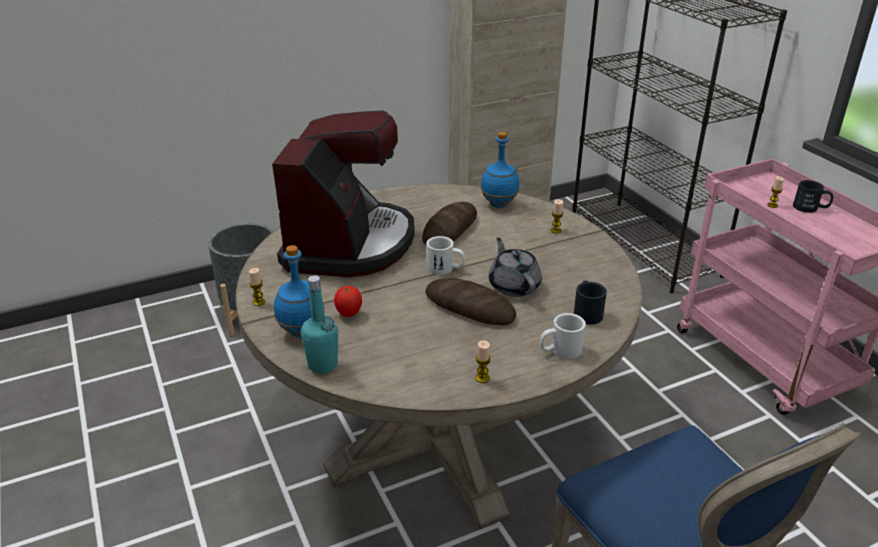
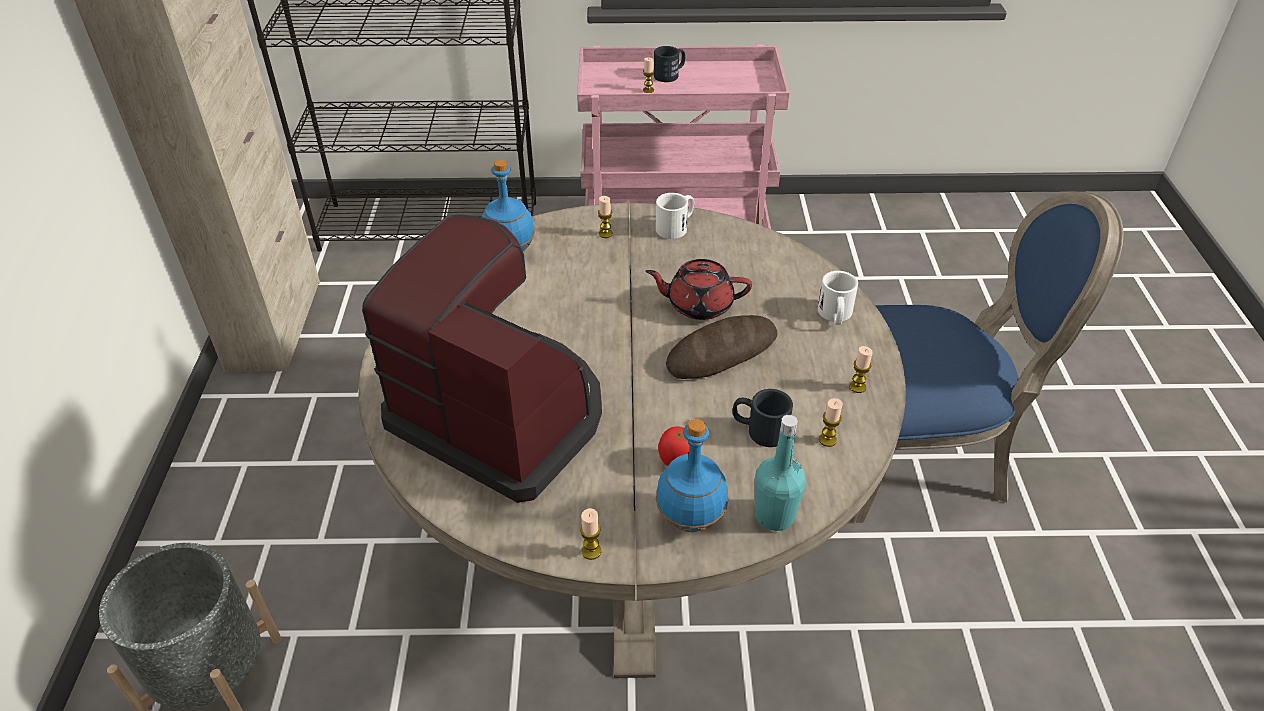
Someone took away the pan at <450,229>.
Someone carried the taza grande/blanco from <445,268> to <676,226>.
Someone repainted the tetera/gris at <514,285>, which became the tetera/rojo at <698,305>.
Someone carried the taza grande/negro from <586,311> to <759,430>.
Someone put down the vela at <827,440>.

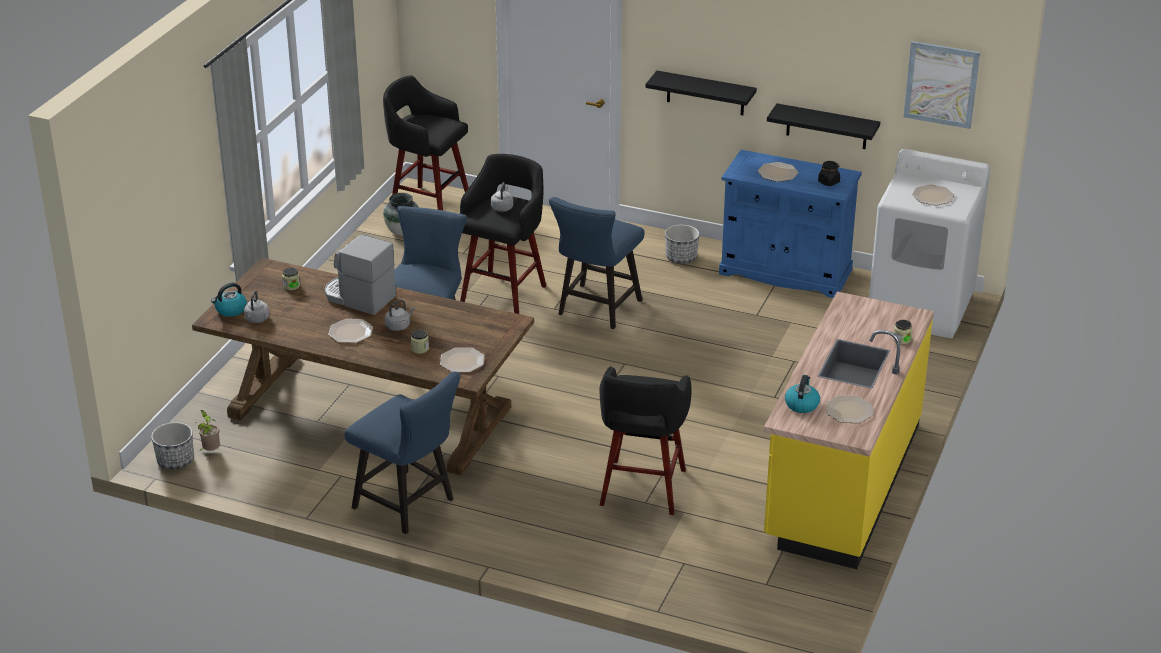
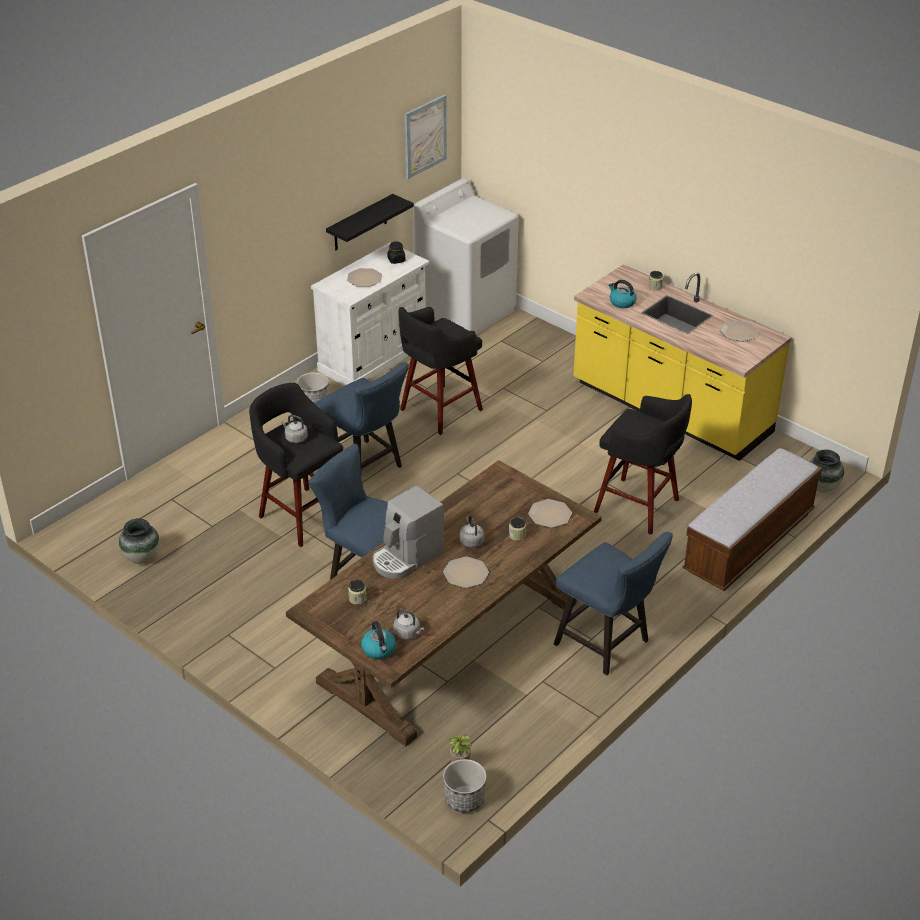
Someone took away the estante/negro at <705,93>.
Someone carried the taburete/negro from <428,205> to <439,411>.
Someone repainted the armario/azul at <785,272>, which became the armario/blanco at <374,358>.
Someone took away the plato at <933,196>.
Someone rotated the silla/azul at <409,506> by 75 degrees clockwise.
Someone carried the hervidor from <801,404> to <622,302>.
Someone put down the banco at <748,542>.
Someone put down the florero at <821,487>.

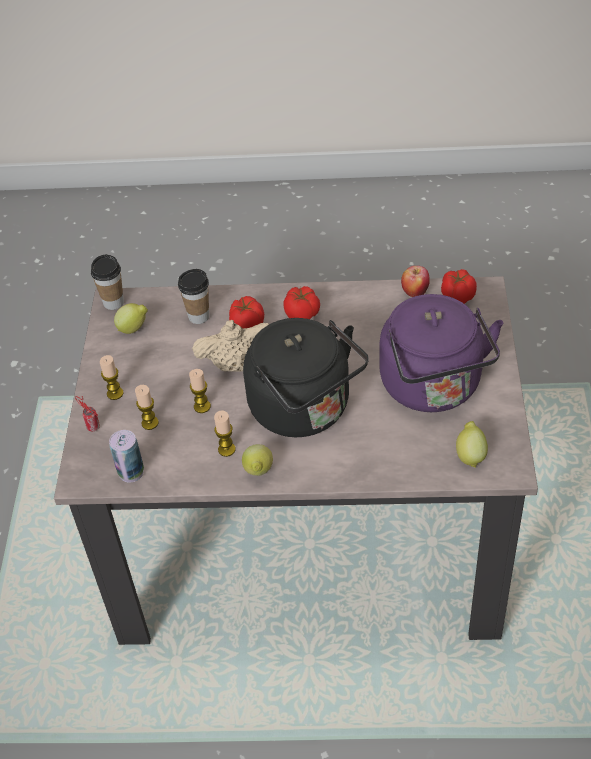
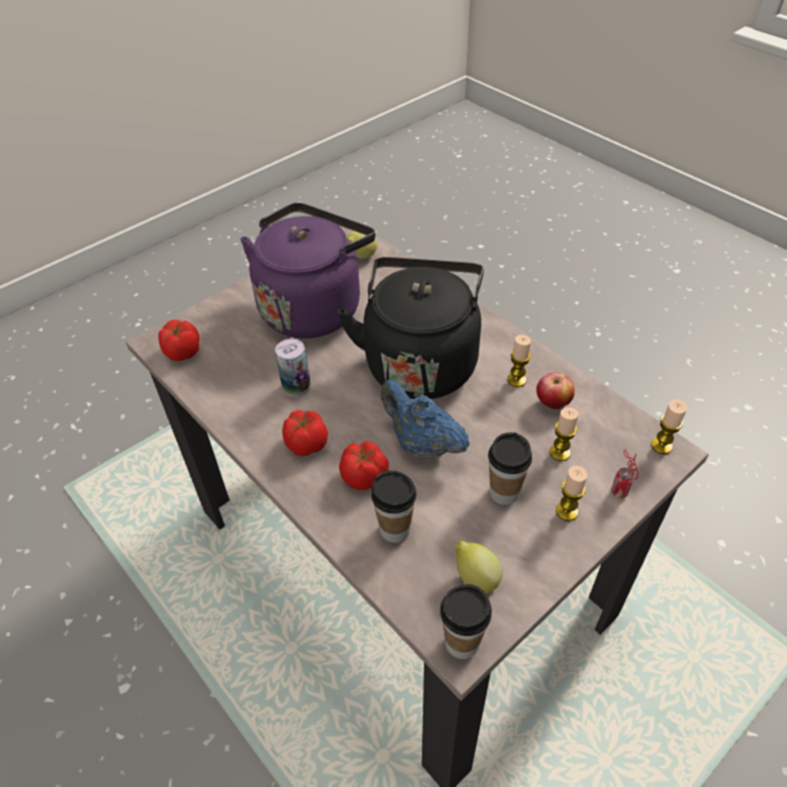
Someone carried the manzana from <415,292> to <552,404>.
Someone repainted the tetera/beis at <237,364>, which became the tetera/azul at <422,444>.
Someone carried the vela from <202,406> to <661,446>.
Someone carried the lata from <131,472> to <296,387>.
Someone took away the limón at <258,472>.
Someone put down the taza at <504,493>.

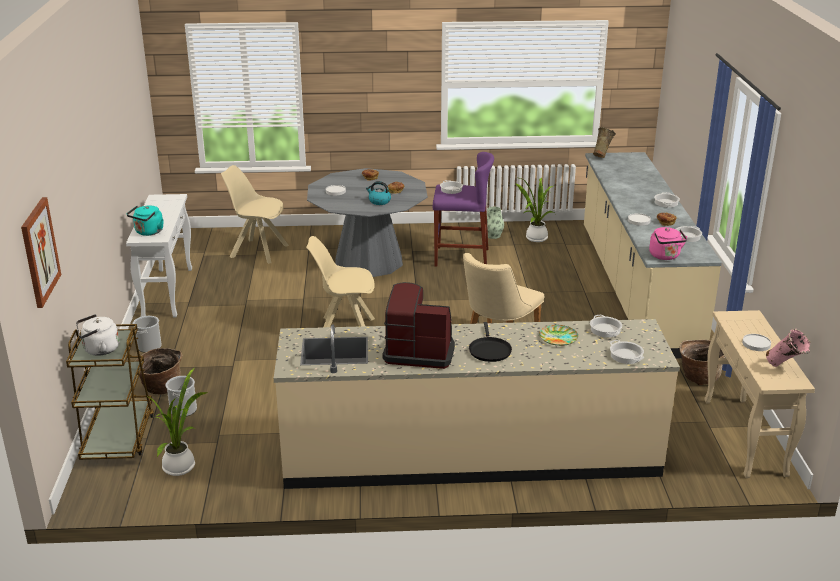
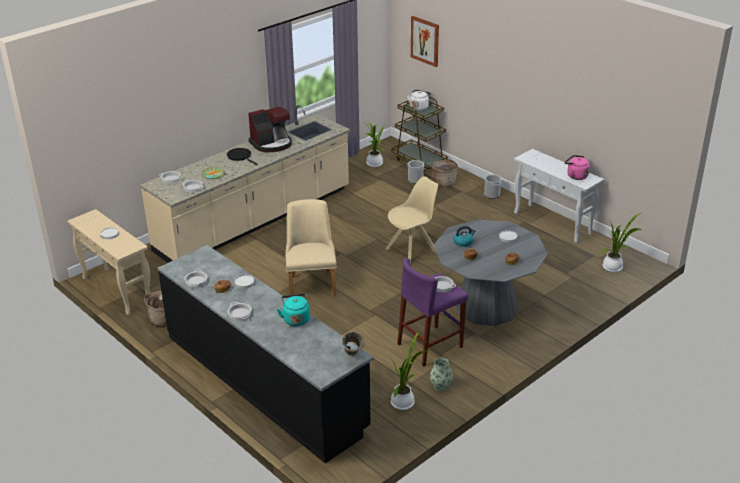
Someone repainted the mueble bajo de cocina/beis at <635,288>, which became the mueble bajo de cocina/negro at <264,381>.
Someone took away the silla/beis at <258,251>.
Someone carried the hervidor/turquesa from <148,232> to <296,319>.
Someone carried the hervidor/rosa from <665,256> to <575,176>.
Someone took away the florero/rosa at <785,368>.
Someone put down the planta en maceta at <614,267>.

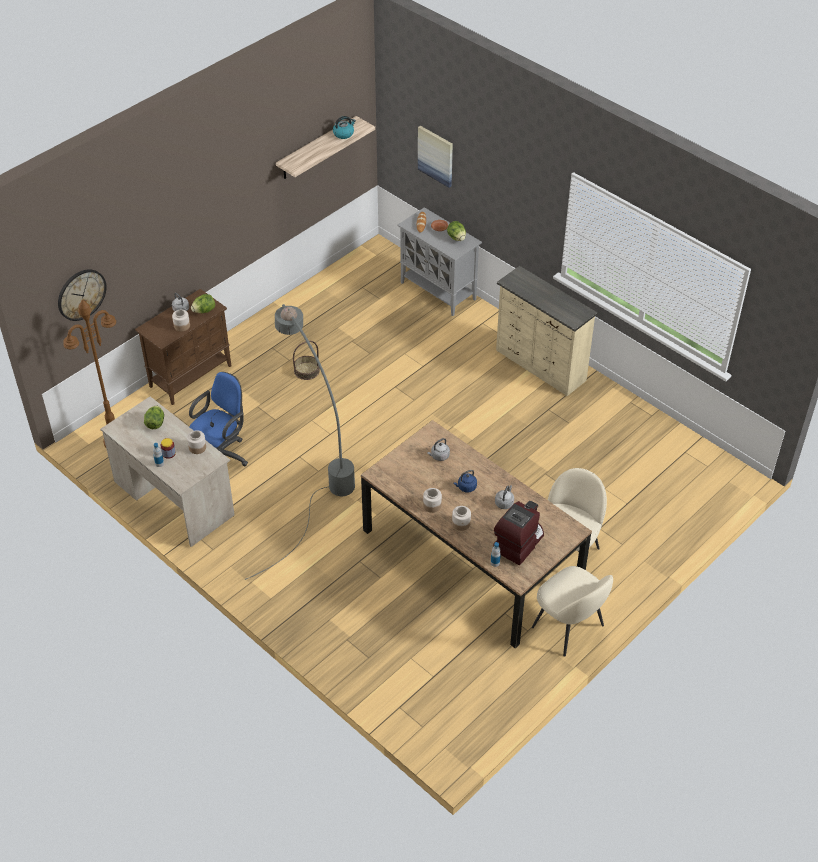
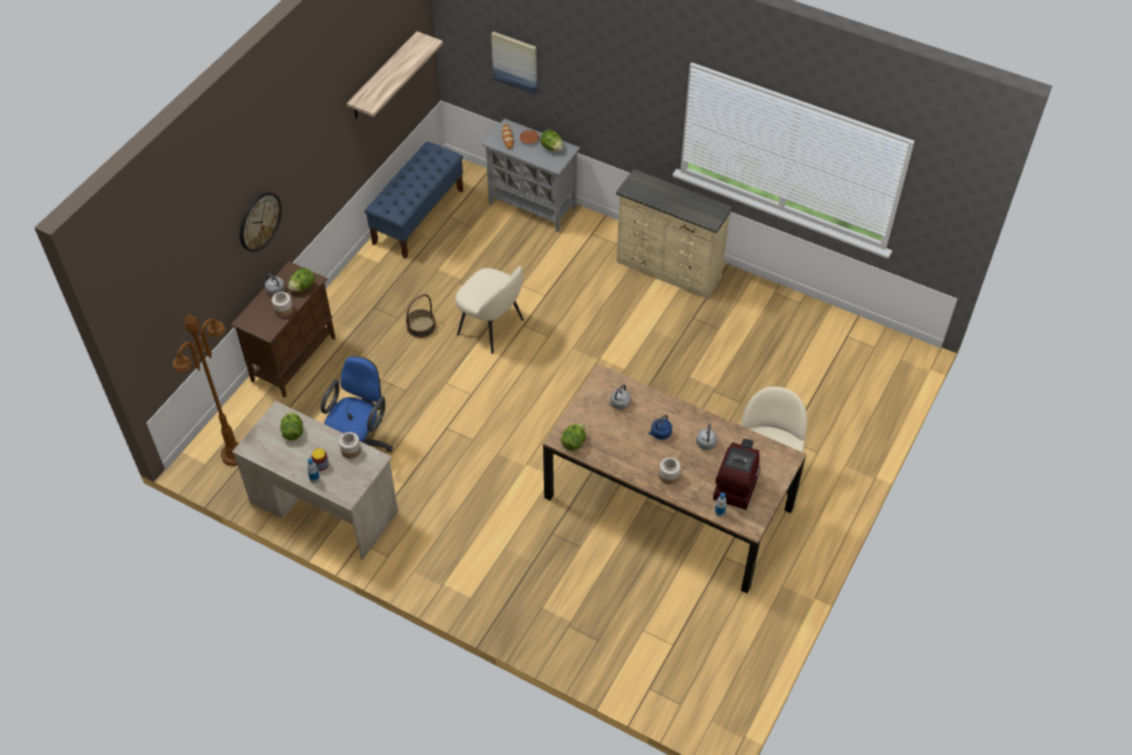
Someone took away the hervidor at <344,134>.
Someone carried the reloj de pared from <81,294> to <259,221>.
Someone took away the lámpara de pie/gris at <314,472>.
Someone took away the tarro at <432,505>.
Someone carried the silla/beis from <569,627> to <492,328>.
Someone put down the banco/azul at <418,216>.
Someone put down the lechuga at <573,443>.

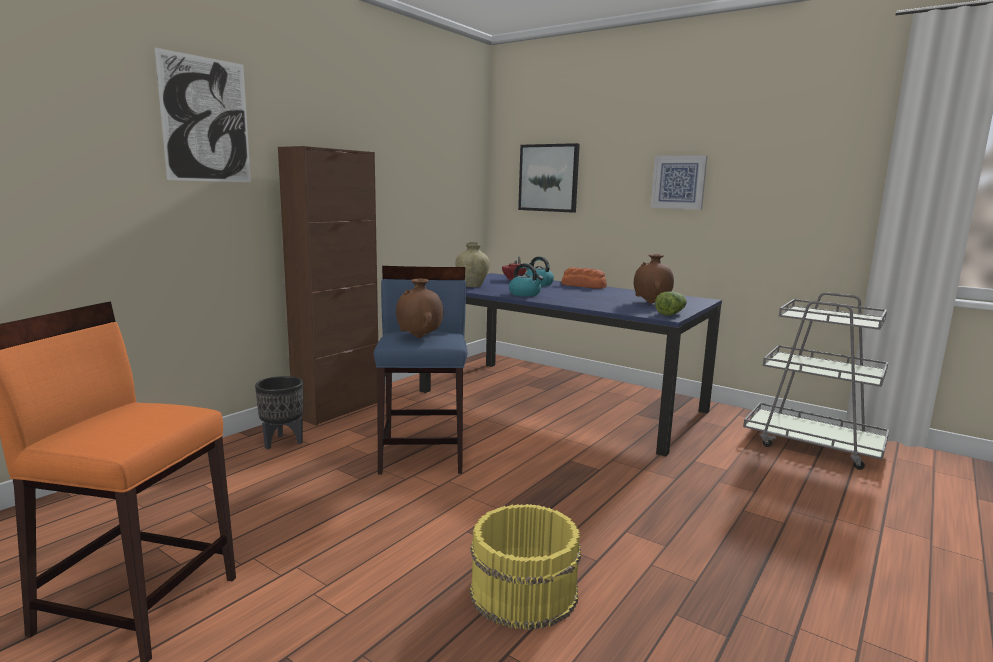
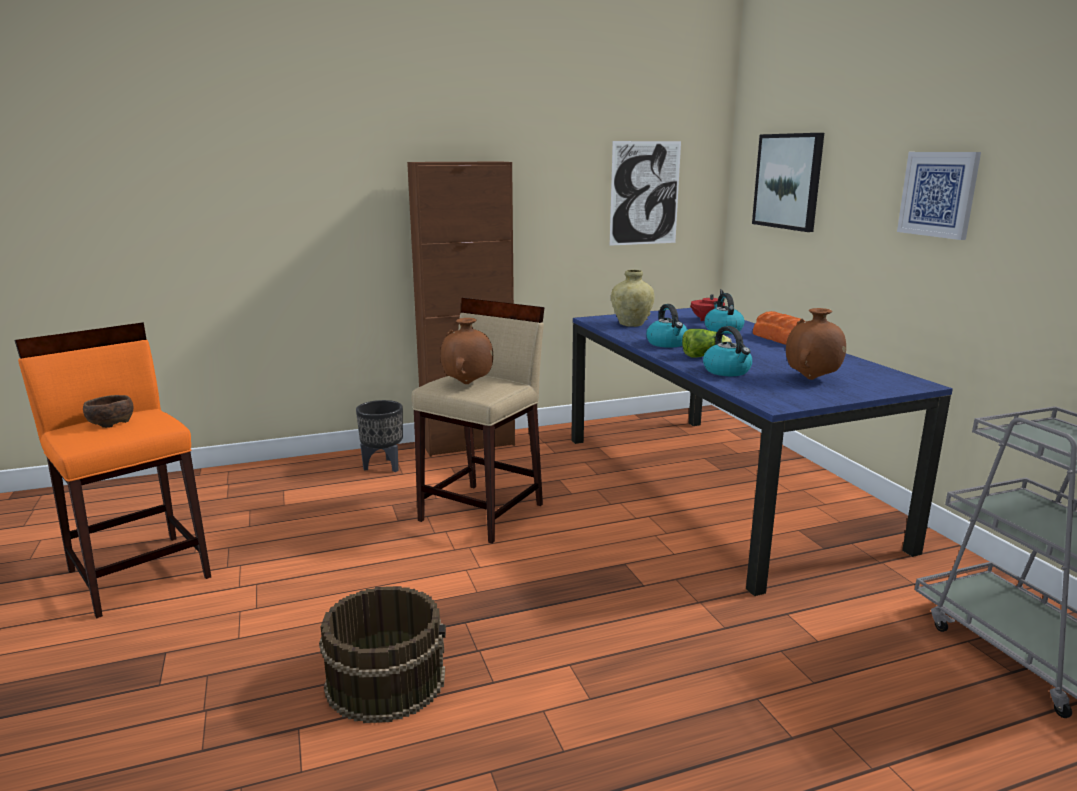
Someone carried the cuadro from <206,120> to <645,193>.
Someone repainted the taburete/azul at <423,454>, which became the taburete/beis at <483,512>.
Someone carried the lechuga from <671,313> to <703,355>.
Someone repainted the cubo/amarillo at <523,591>, which became the cubo/marrón at <386,680>.
Someone put down the hervidor at <727,371>.
Someone put down the cuenco/marrón at <110,422>.

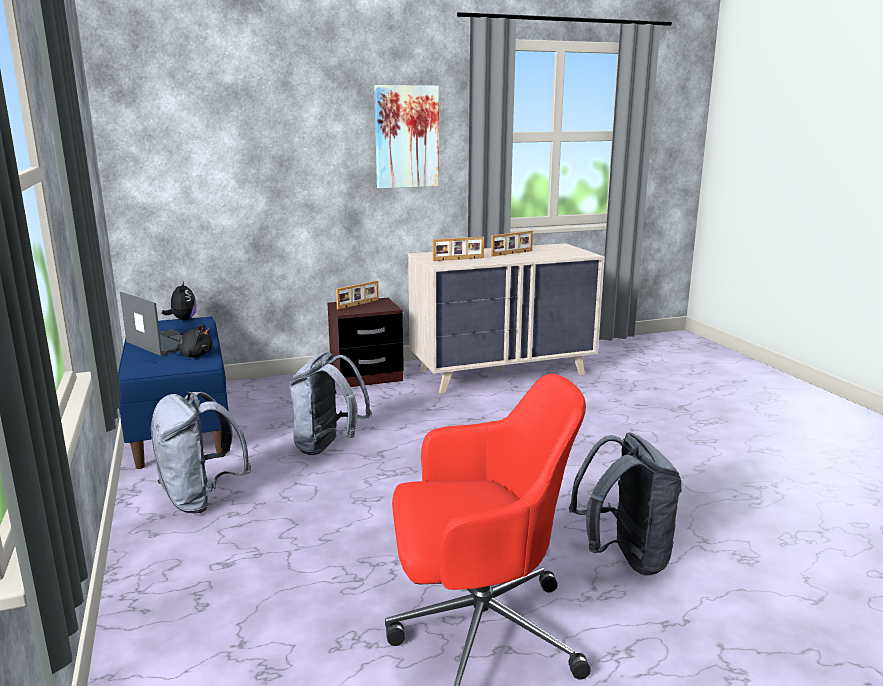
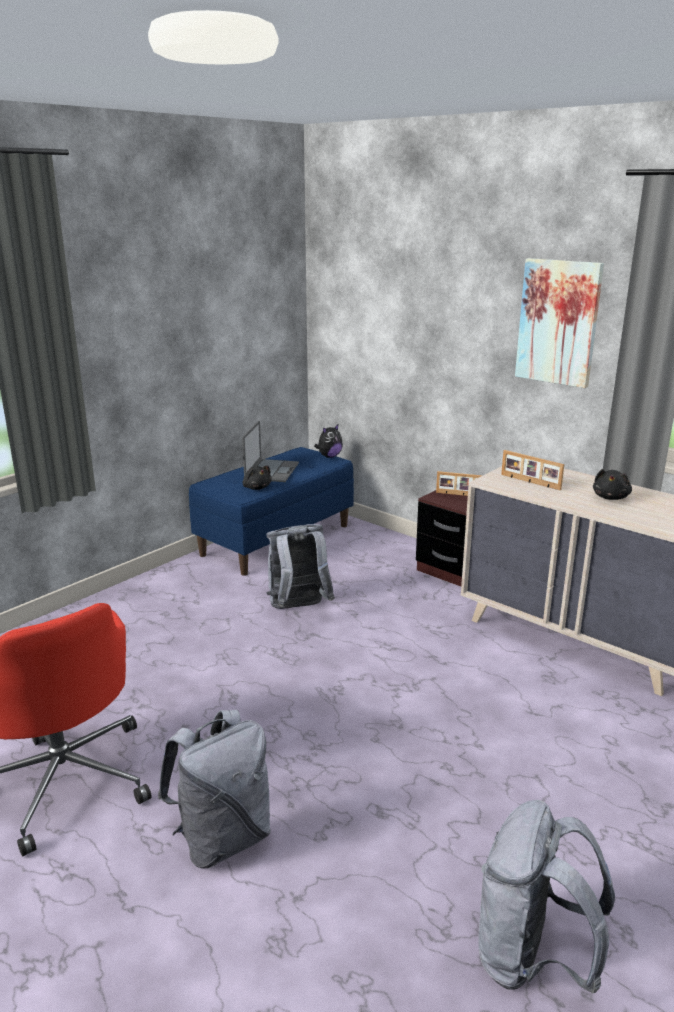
Someone swapped the portarretratos at <512,253> for the peluche/negro at <610,497>.
Someone carried the mochila/gris from <201,499> to <531,958>.

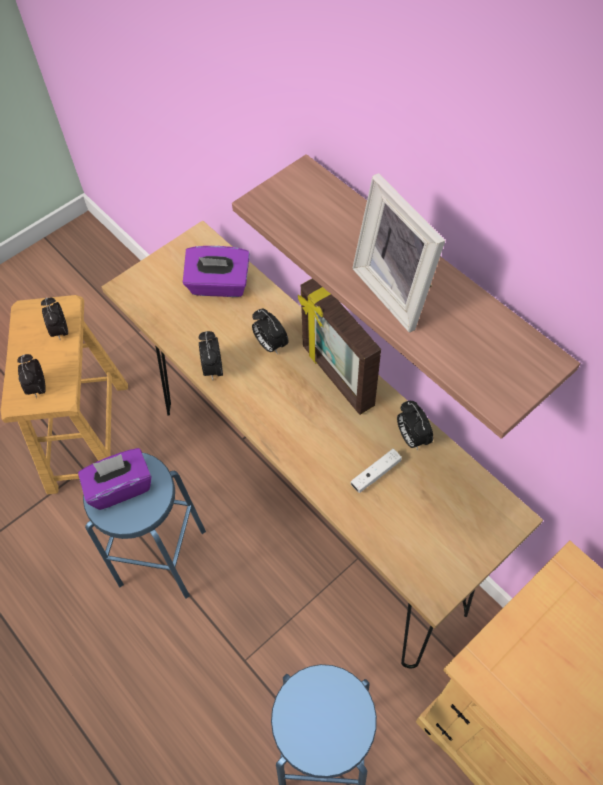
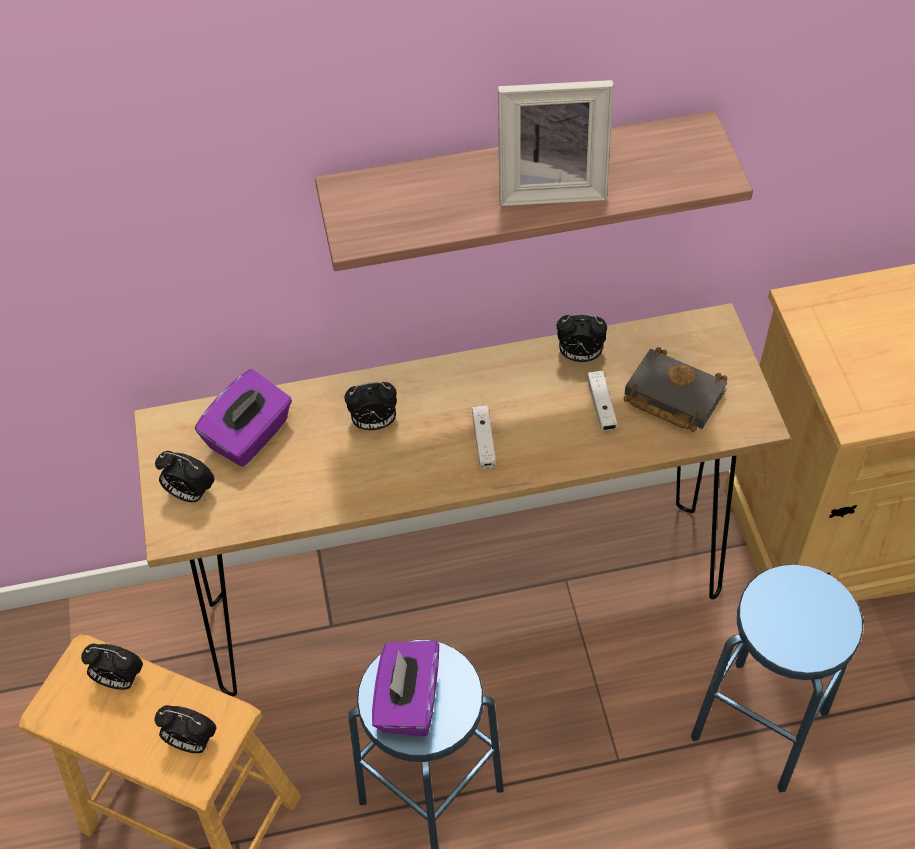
Someone took away the portarretratos at <336,376>.
Someone carried the despertador from <213,368> to <190,494>.
Someone put down the libro/negro at <670,396>.
Someone put down the mando de consola/blanco at <484,441>.

